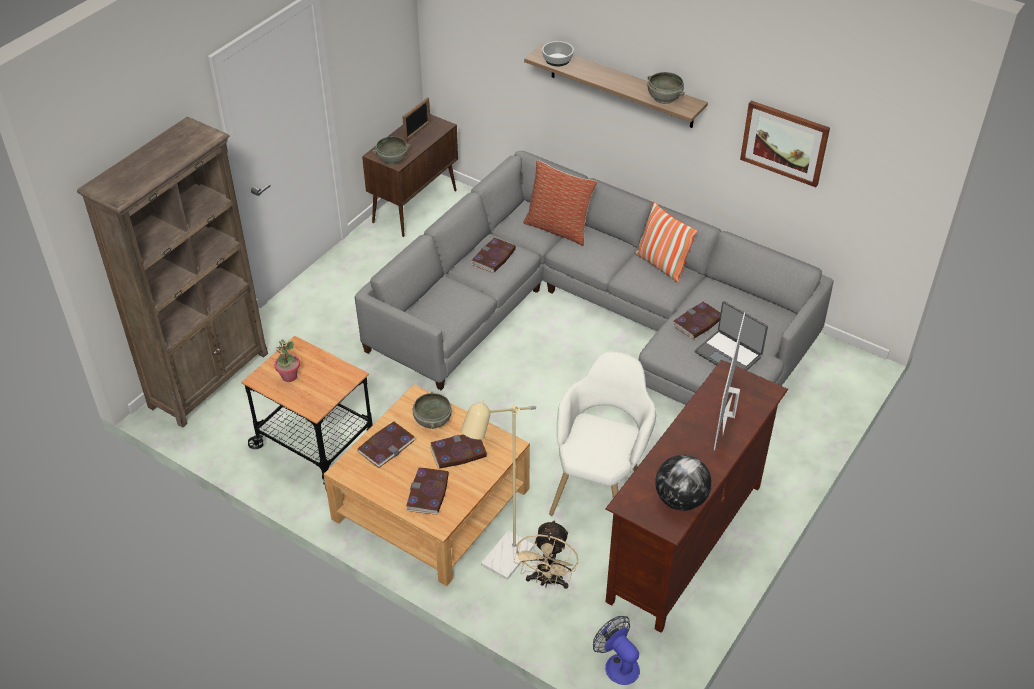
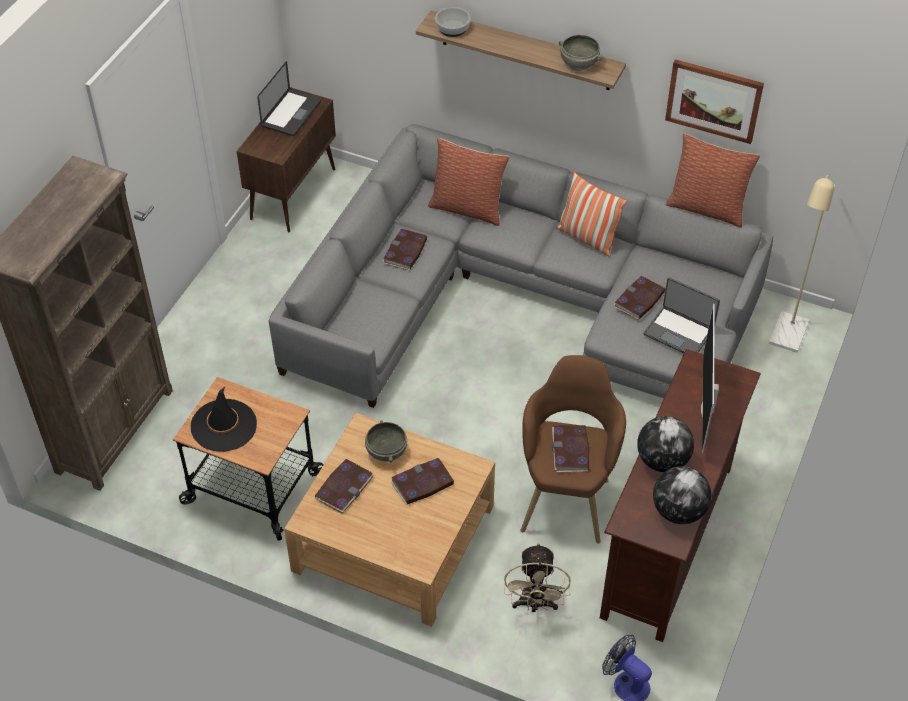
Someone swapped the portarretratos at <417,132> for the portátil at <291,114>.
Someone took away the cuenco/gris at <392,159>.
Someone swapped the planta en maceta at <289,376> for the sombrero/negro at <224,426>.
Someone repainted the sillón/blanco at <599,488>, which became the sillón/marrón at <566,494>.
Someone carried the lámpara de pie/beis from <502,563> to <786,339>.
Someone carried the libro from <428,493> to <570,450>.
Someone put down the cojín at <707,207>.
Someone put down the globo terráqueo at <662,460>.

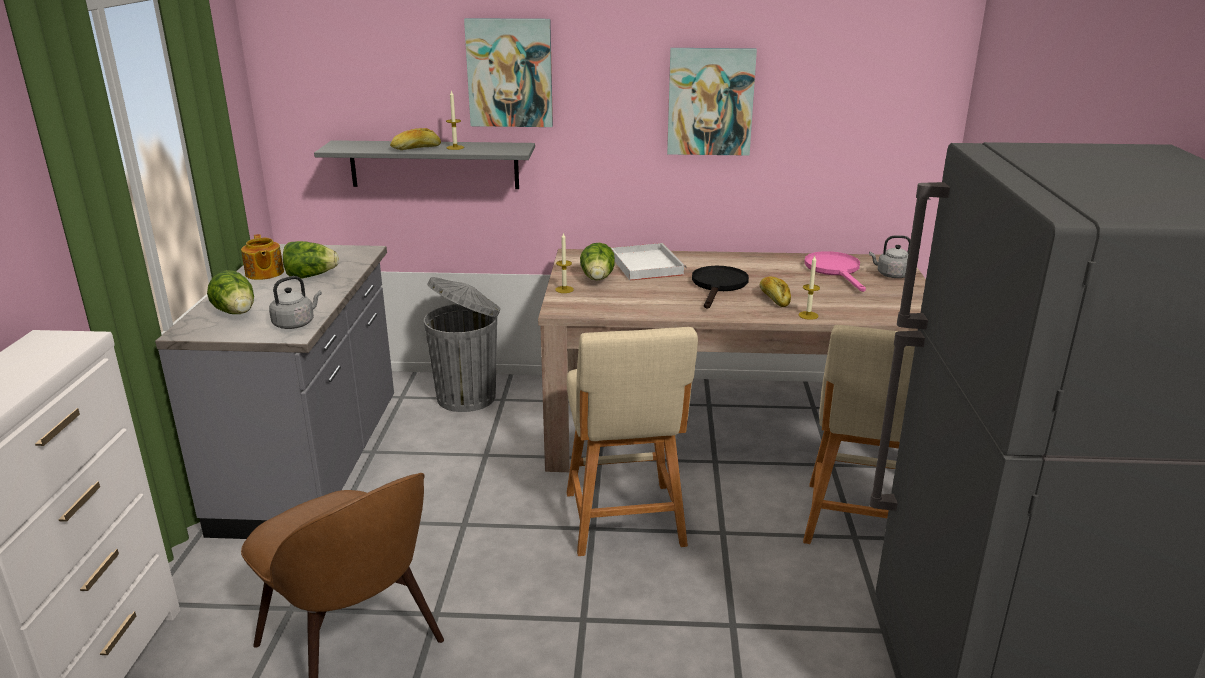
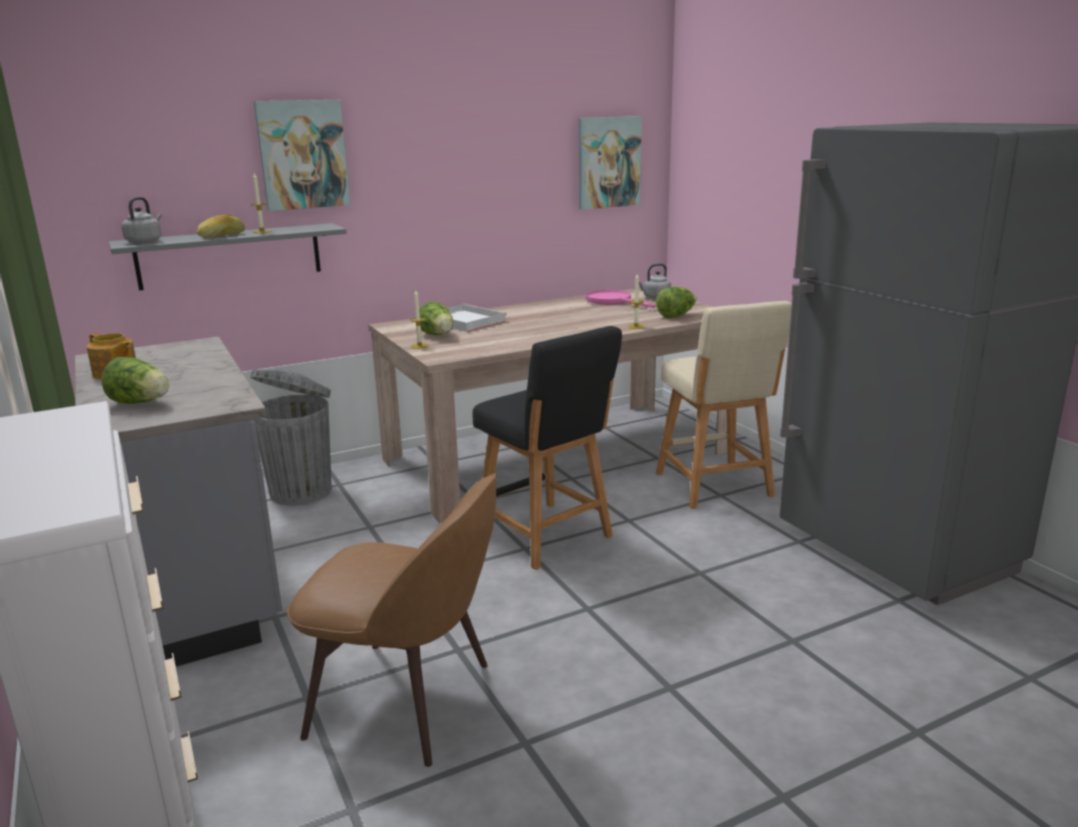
Someone carried the cuadro from <710,101> to <608,162>.
Someone carried the lechuga from <311,276> to <676,316>.
Someone took away the sartén/negro at <718,286>.
Someone carried the hervidor/gris from <296,323> to <145,241>.
Someone took away the pan at <774,298>.
Someone repainted the taburete/beis at <625,523>, which became the taburete/negro at <548,537>.

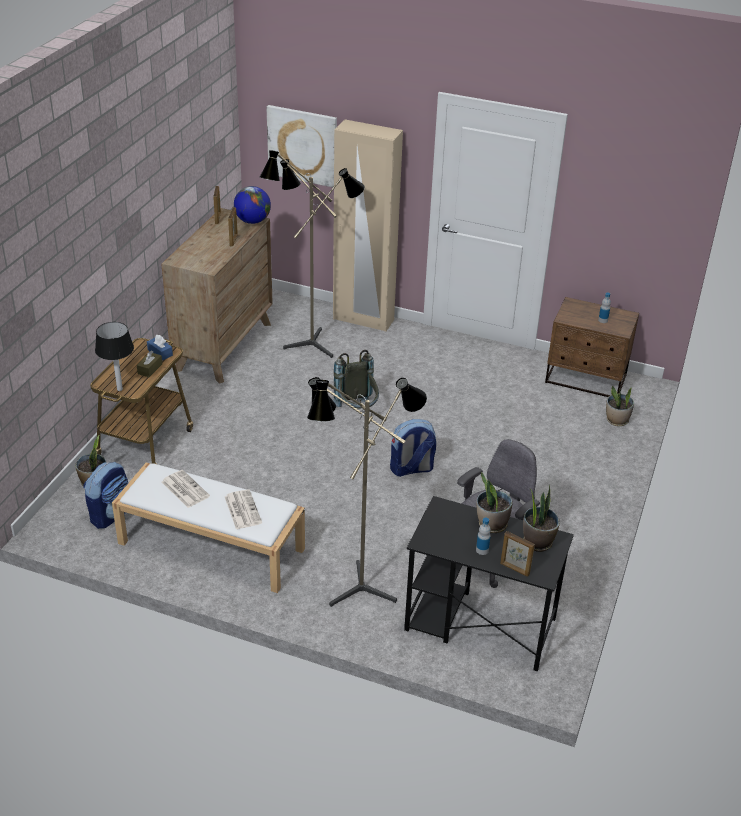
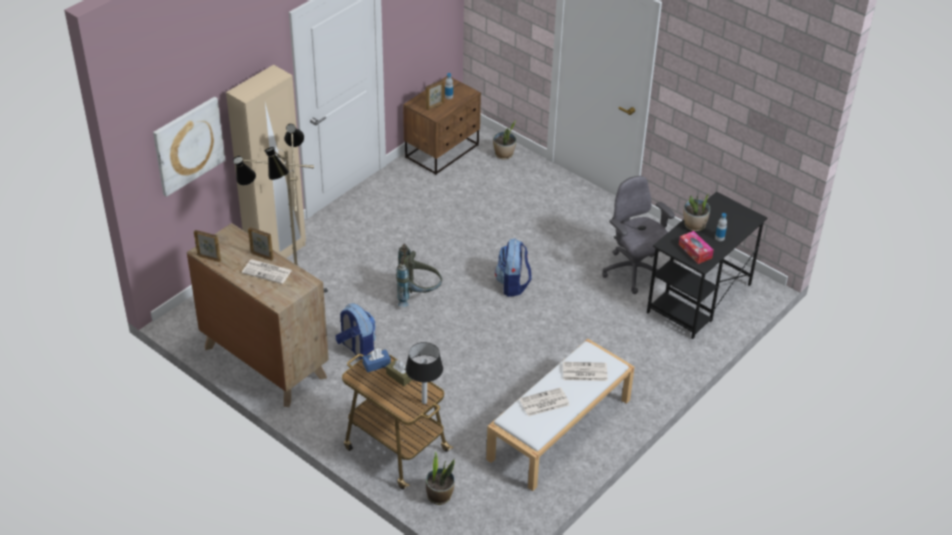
Someone took away the globo terráqueo at <252,221>.
Someone took away the lámpara de pie at <355,585>.
Someone carried the mochila from <110,514> to <357,348>.
Someone took away the planta en maceta at <537,542>.
Someone carried the portarretratos from <514,569> to <435,106>.
Someone put down the caja de pañuelos at <695,251>.
Someone put down the periódico at <267,271>.

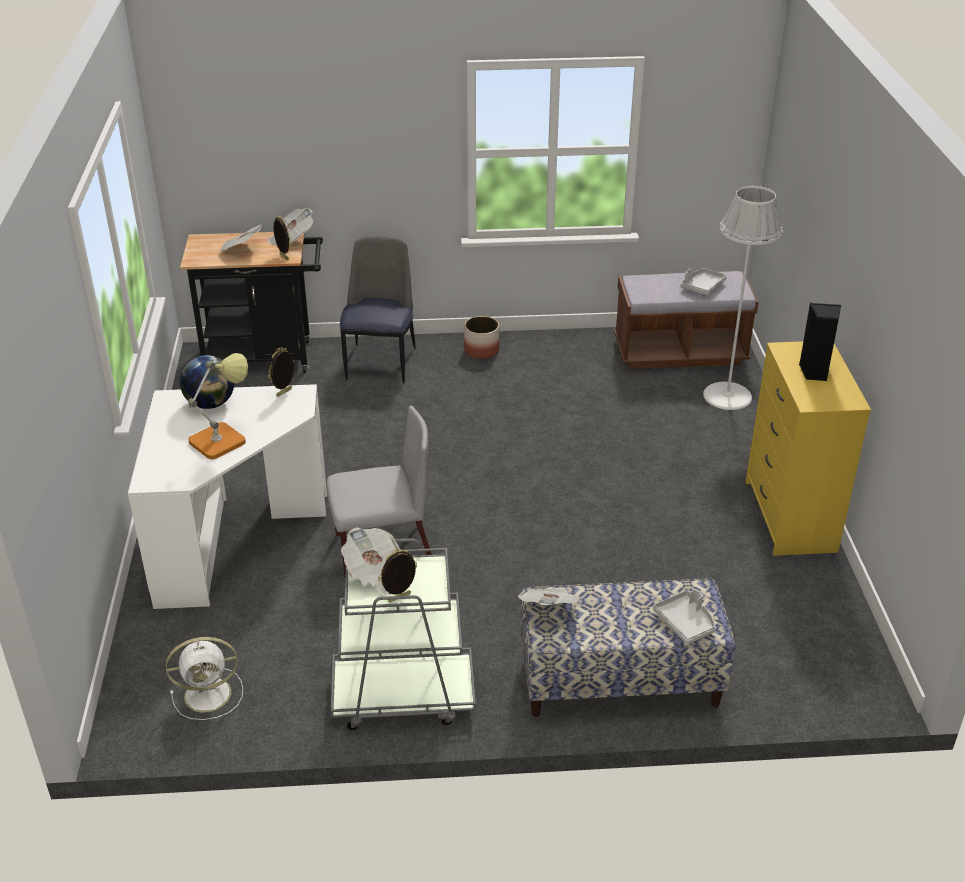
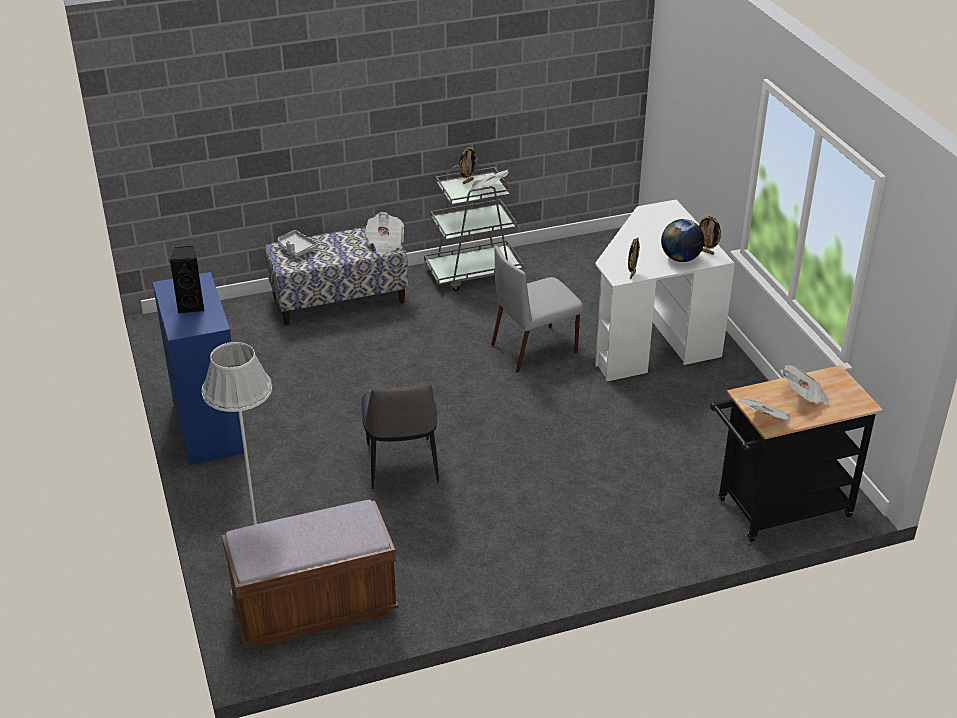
Someone carried the portarretratos from <283,257> to <707,252>.
Someone carried the silla from <381,362> to <401,465>.
Someone took away the bandeja/gris at <702,287>.
Someone took away the maceta at <482,350>.
Someone repainted the cómoda/amarillo at <789,516>, which became the cómoda/azul at <210,428>.
Someone took away the lámpara de mesa at <223,439>.
Someone took away the ventilador/blanco at <210,694>.

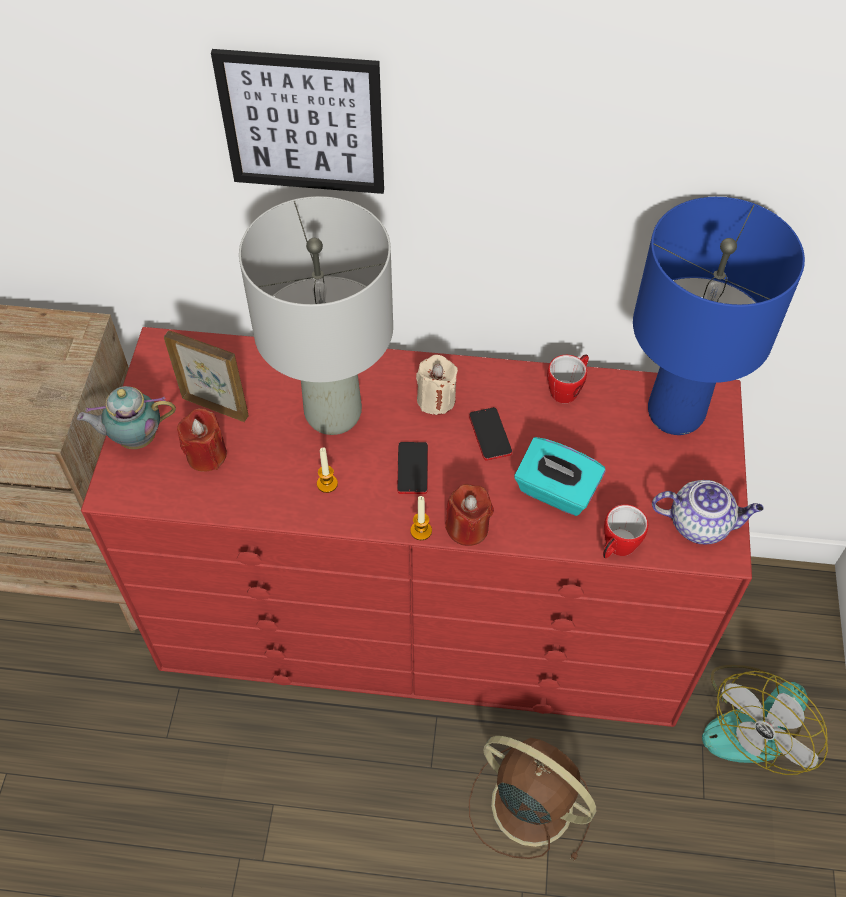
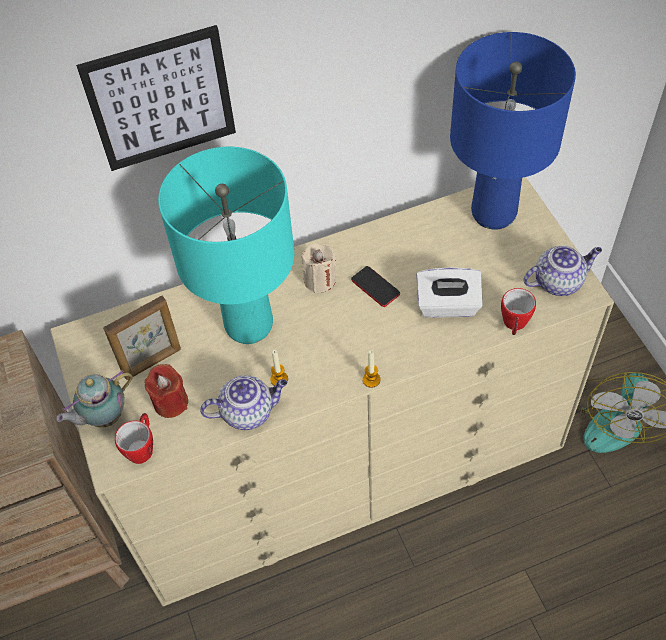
Someone repainted the lámpara de mesa/gris at <333,414>, which became the lámpara de mesa/turquesa at <250,326>.
Someone repainted the cómoda/rojo at <424,613>, which became the cómoda/beis at <342,457>.
Someone rotated the portarretratos at <215,406> by 150 degrees clockwise.
Someone carried the taza grande from <568,389> to <142,447>.
Someone repainted the caja de pañuelos/turquesa at <555,491>, which became the caja de pañuelos/blanco at <447,306>.
Someone took away the móvil at <412,468>.
Someone took away the vela/rojo at <467,528>.
Someone took away the ventilador/marrón at <528,802>.
Someone put down the tetera at <248,412>.

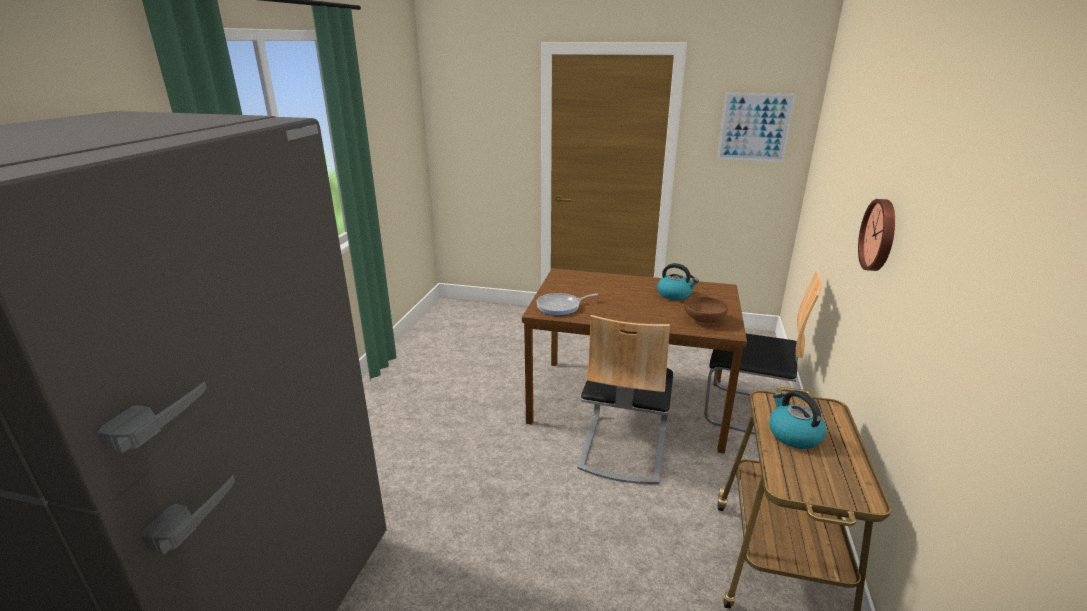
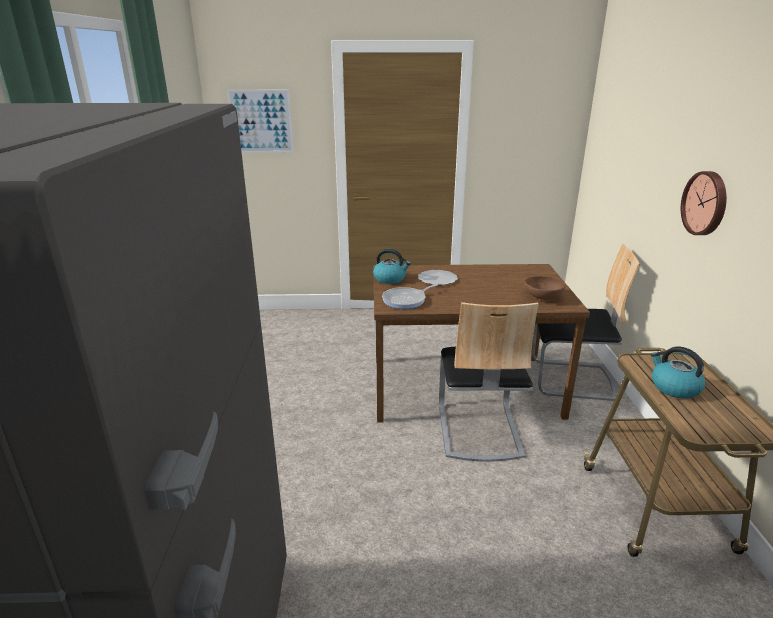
Someone carried the cuadro from <754,127> to <261,121>.
Someone carried the hervidor from <675,294> to <390,279>.
Someone put down the plato at <437,279>.

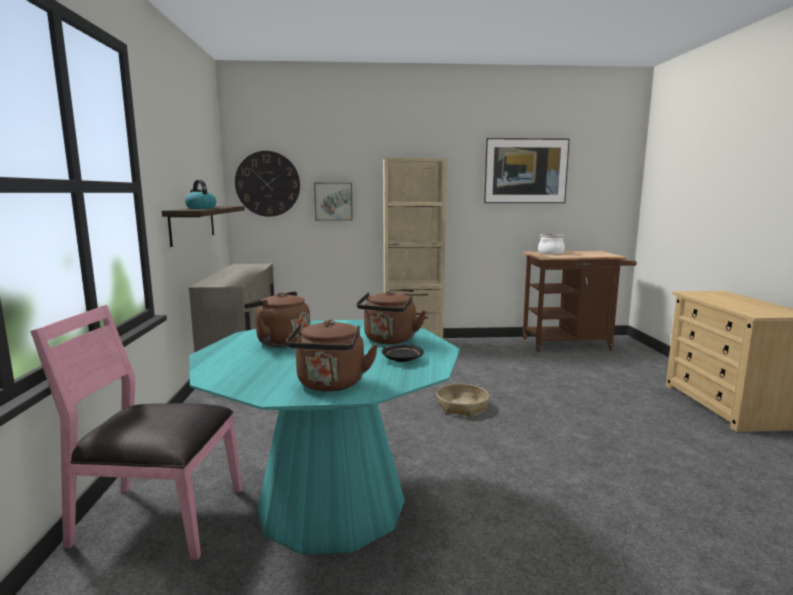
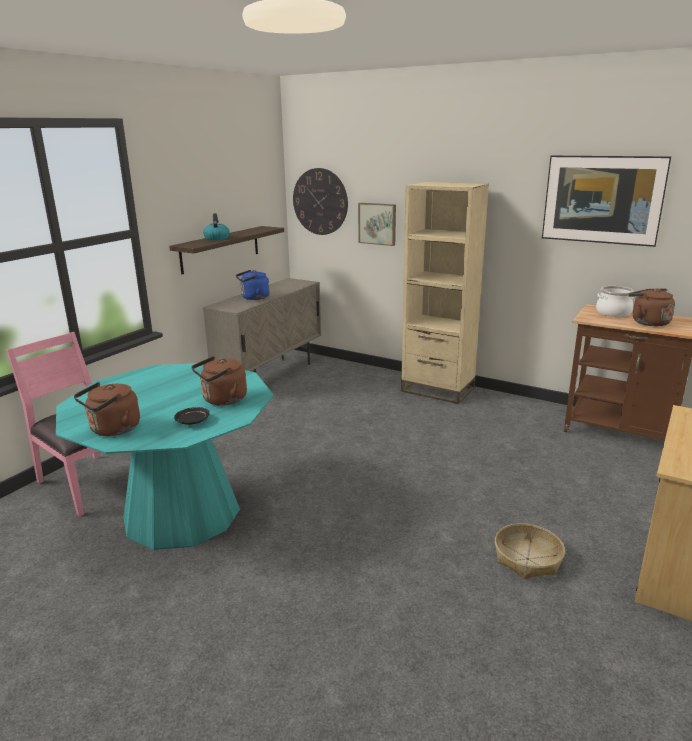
Someone carried the hervidor/marrón from <280,342> to <647,322>.
Someone carried the cesta from <462,406> to <528,559>.
Someone put down the hervidor/azul at <253,298>.

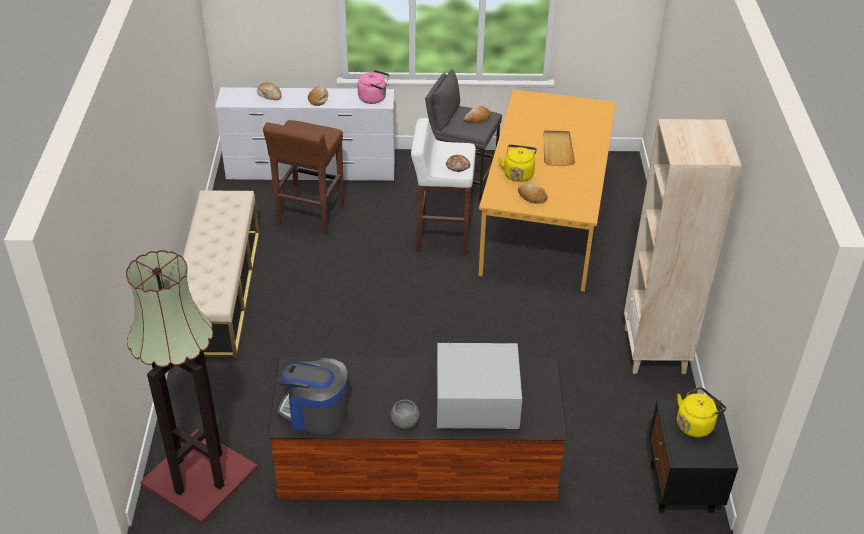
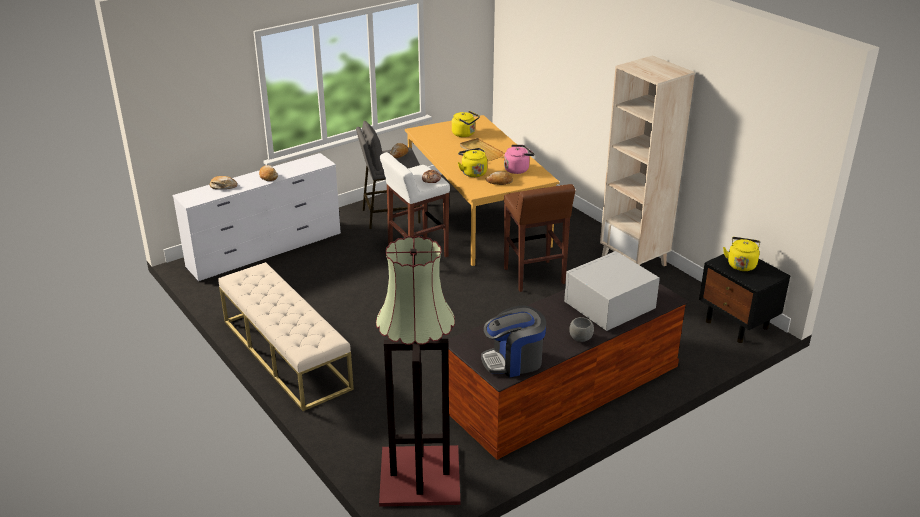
Someone carried the hervidor/rosa from <374,98> to <517,169>.
Someone carried the taburete/marrón from <310,215> to <534,277>.
Someone put down the hervidor/amarillo at <465,134>.

